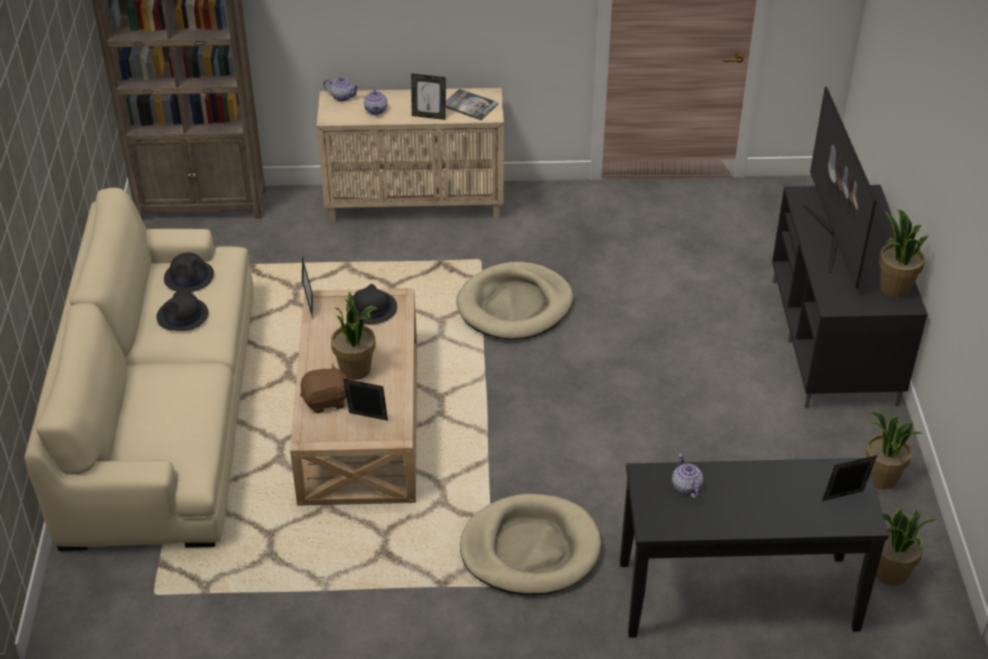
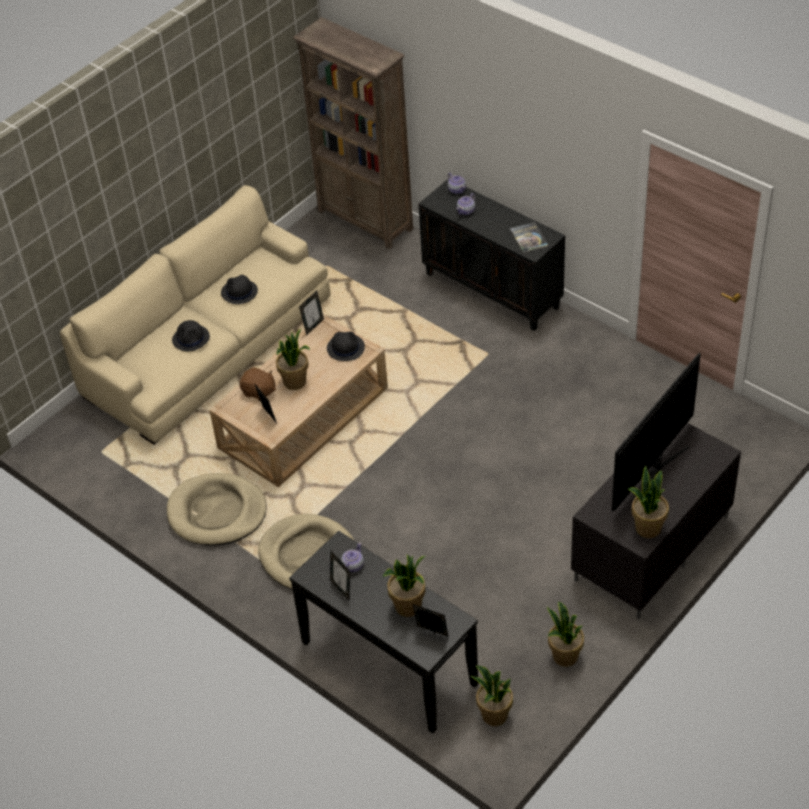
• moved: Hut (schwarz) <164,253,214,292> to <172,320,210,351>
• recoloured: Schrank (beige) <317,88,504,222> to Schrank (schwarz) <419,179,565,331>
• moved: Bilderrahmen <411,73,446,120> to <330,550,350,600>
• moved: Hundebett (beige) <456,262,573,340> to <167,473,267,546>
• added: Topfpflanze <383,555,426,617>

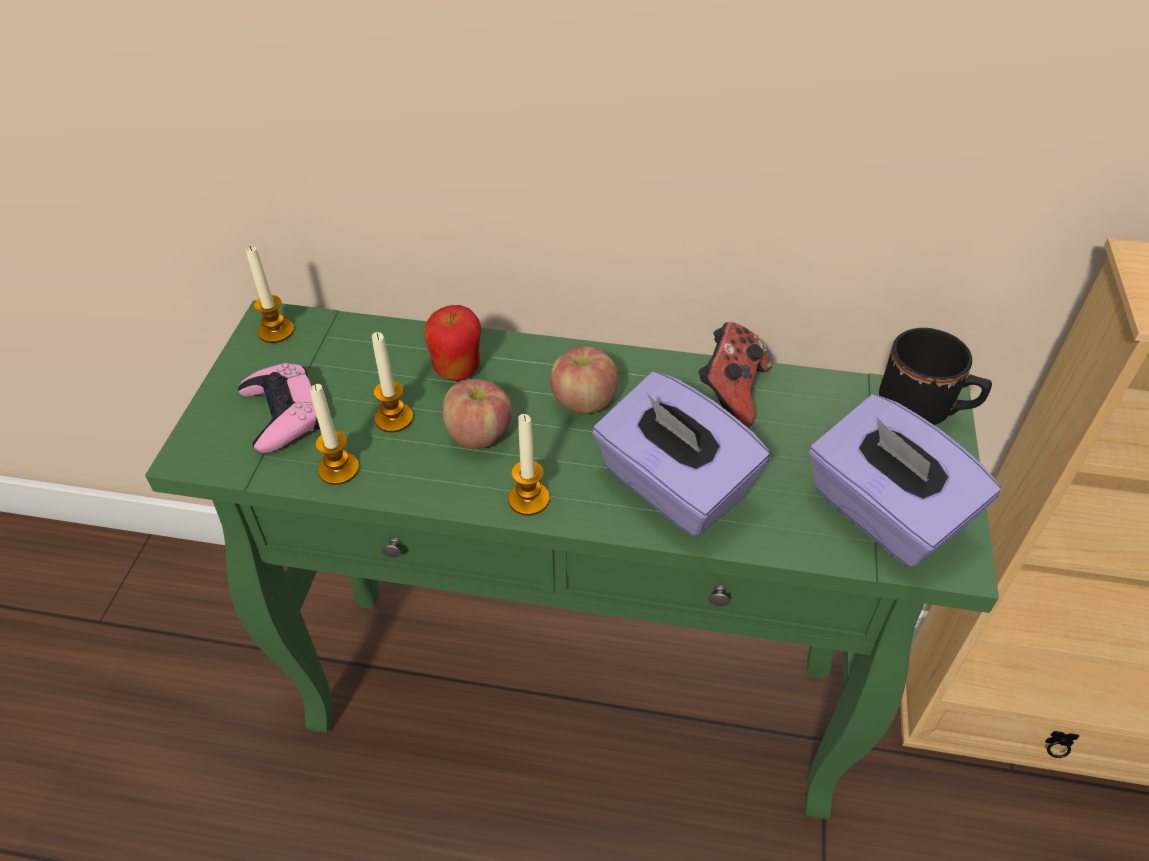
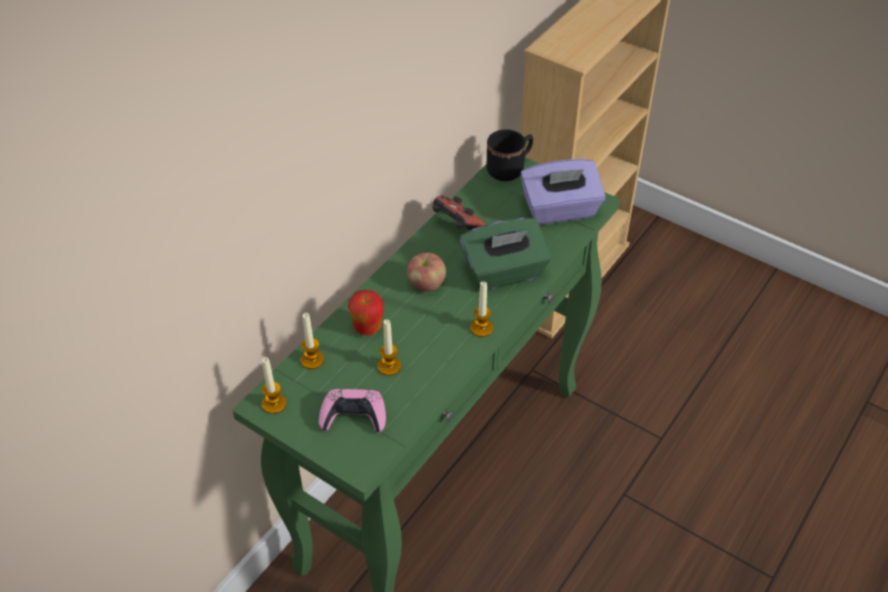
• moved: Kerze <310,384,359,485> to <301,313,324,369>
• removed: Apfel <443,379,512,449>
• recoloured: Taschentuchbox (lila) <593,372,770,536> to Taschentuchbox (grün) <460,218,552,290>

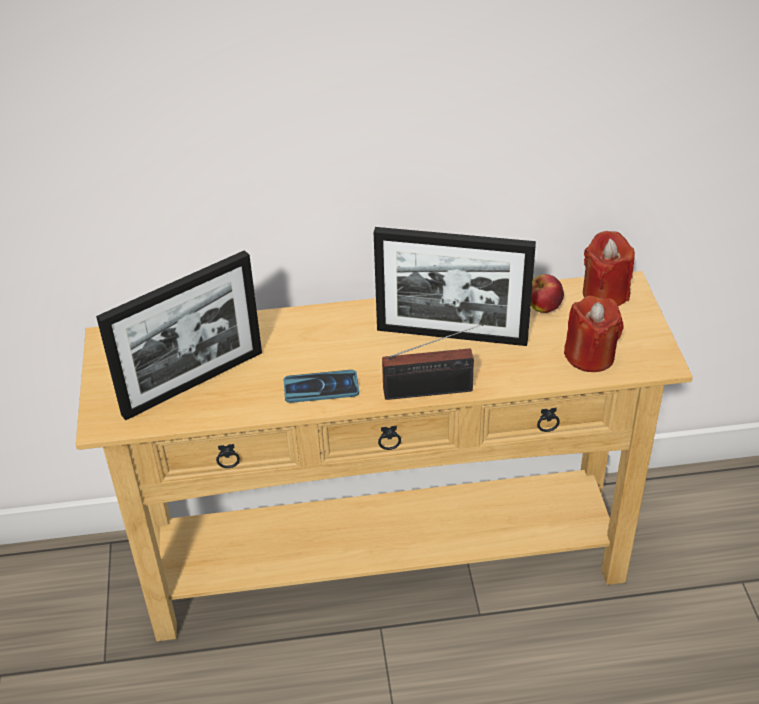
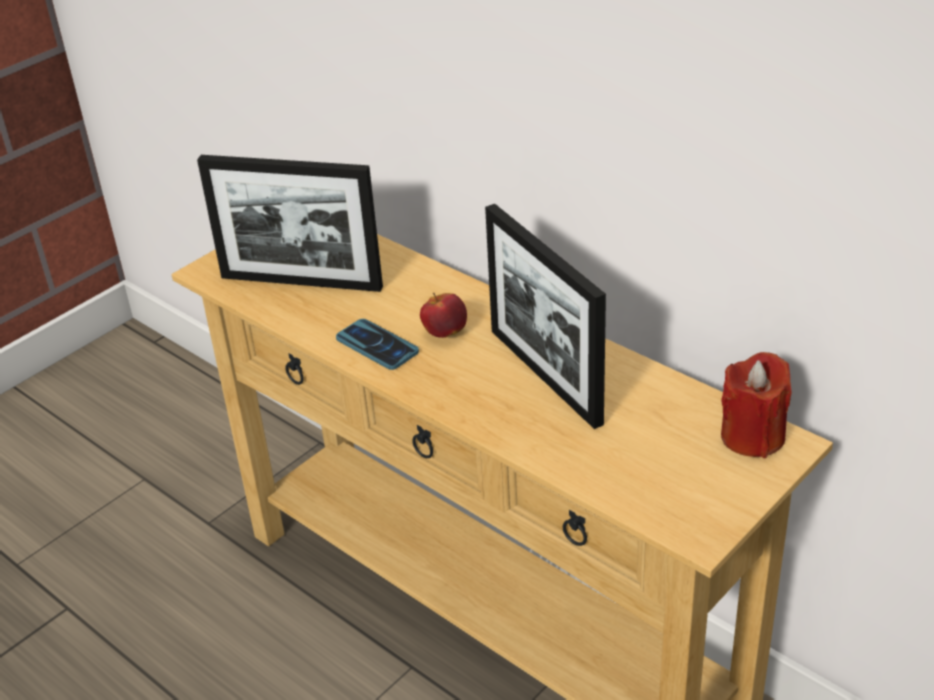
• removed: Radio <382,323,484,400>
• moved: Apfel <531,274,564,313> to <420,293,467,338>
• removed: Kerze (rot) <564,296,623,372>

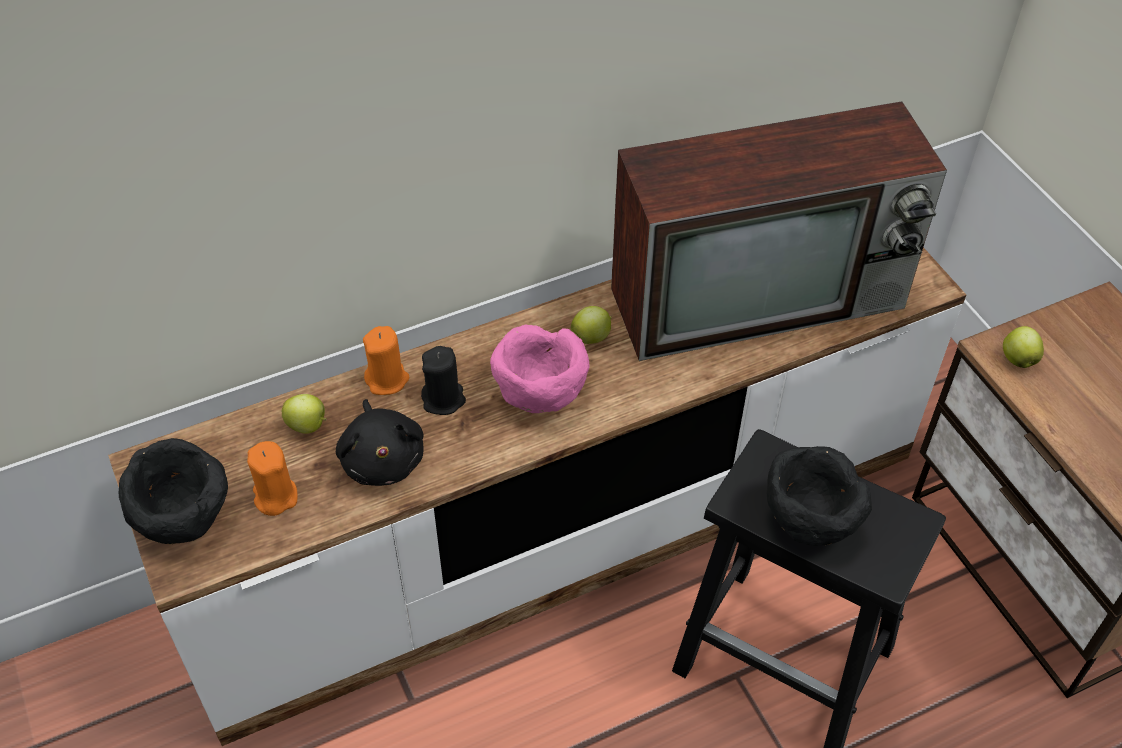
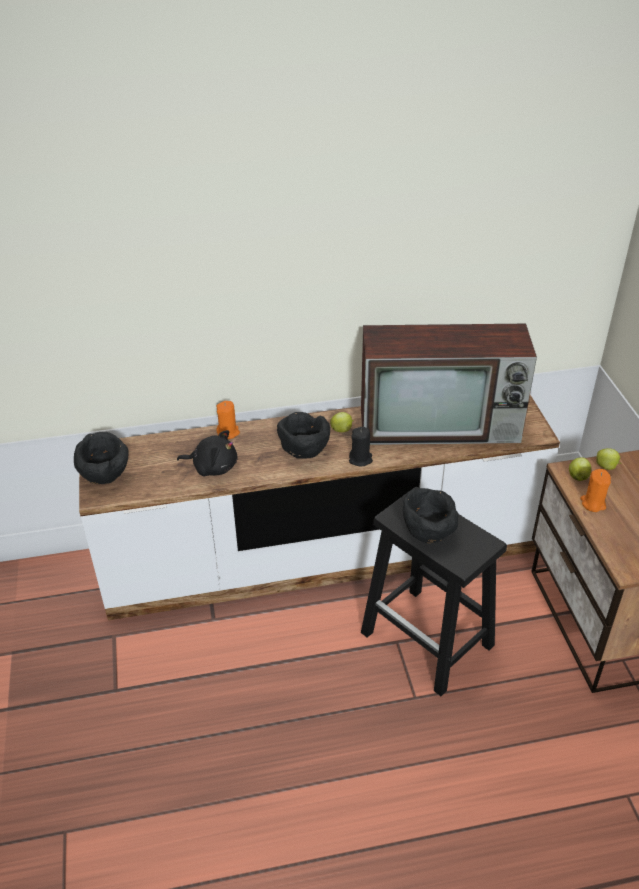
• moved: Kerze (orange) <247,441,297,516> to <580,469,611,512>
• moved: Apfel <282,394,327,434> to <596,448,622,470>
• turned: Plüschtier (schwarz) <336,399,423,486> = <177,430,238,476> 75 degrees counterclockwise
• moved: Kerze (schwarz) <421,346,466,415> to <349,427,373,466>
• recoloured: Schüssel (rosa) <490,324,589,413> to Schüssel (schwarz) <277,412,330,459>

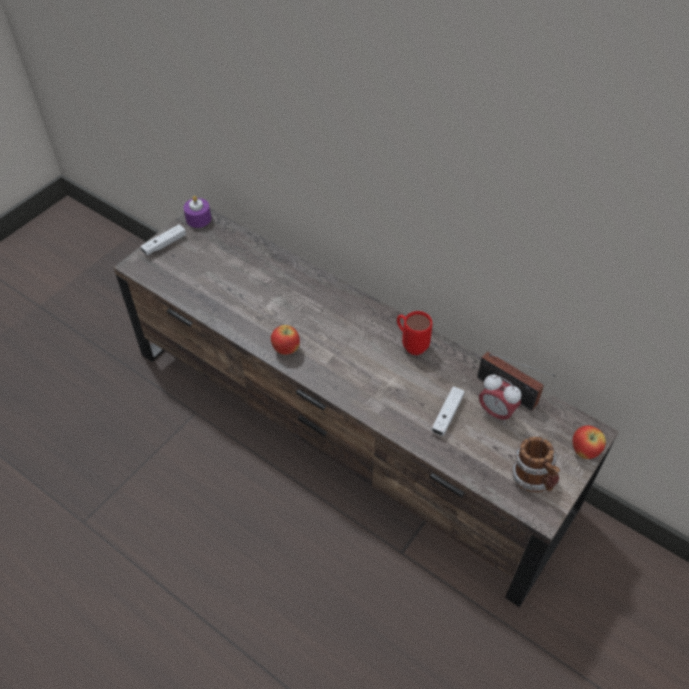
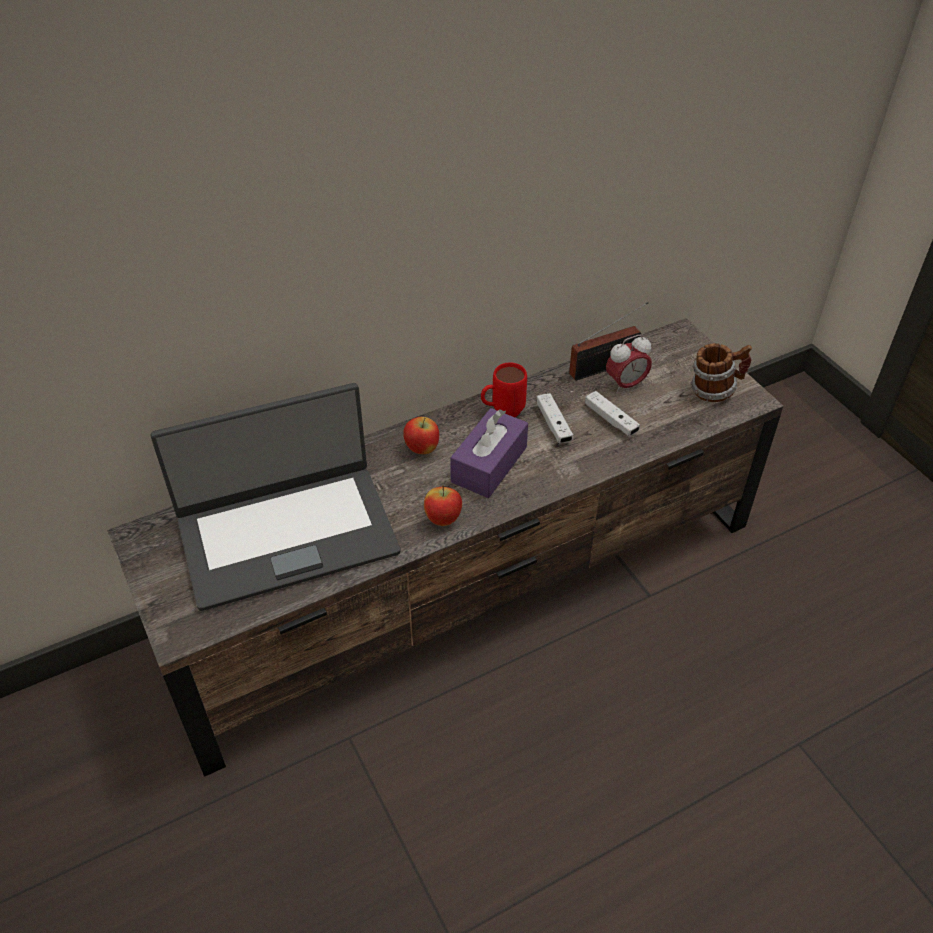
• moved: Gamepad (weiß) <141,224,186,255> to <537,393,573,444>
• removed: Kerze (lila) <183,196,211,228>
• moved: Apfel <573,425,606,459> to <403,417,439,454>
• added: Laptop <151,383,401,611>
• added: Taschentuchbox (lila) <450,408,528,498>

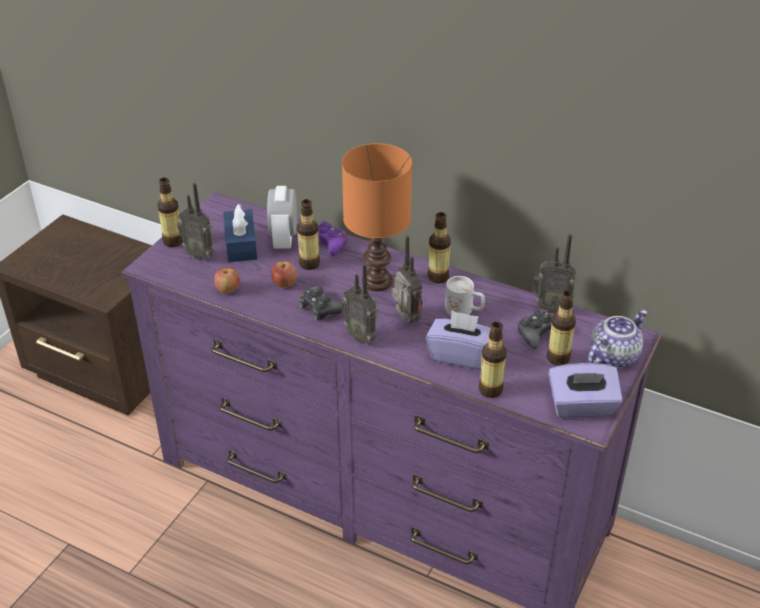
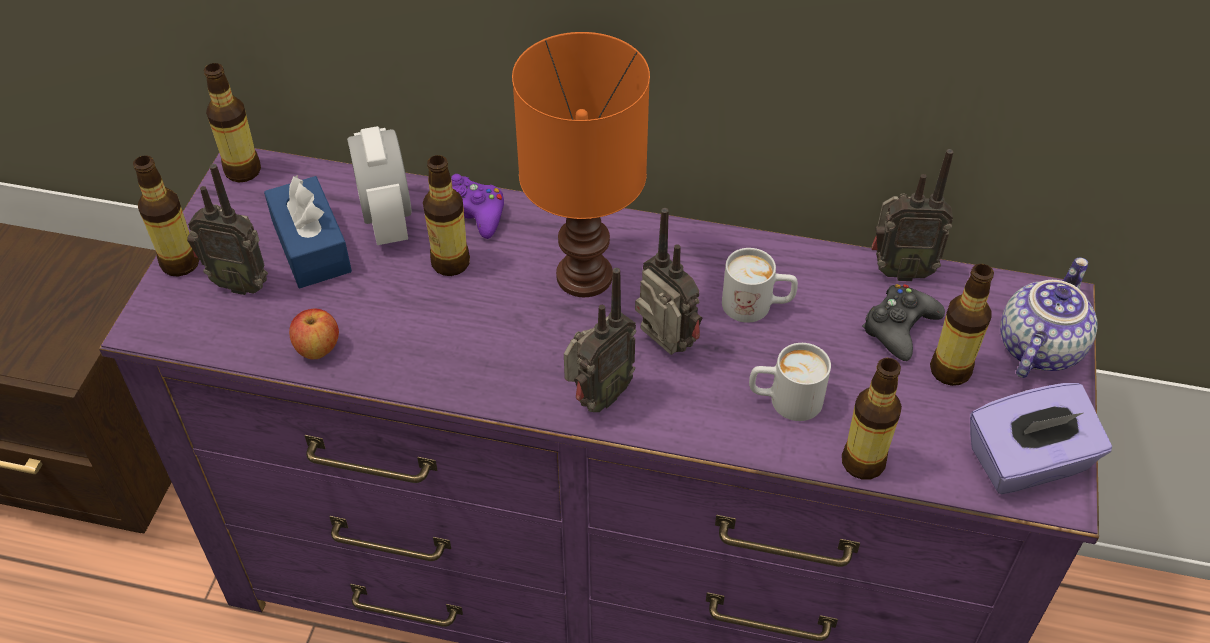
• removed: Apfel <271,261,297,288>
• removed: Gamepad (schwarz) <300,286,343,320>
• turned: Radio <341,263,379,344> = <564,268,636,412> 75 degrees counterclockwise
• replaced: Taschentuchbox (lila) <426,310,491,370> to Henkelbecher (weiß) <749,343,831,421>
• moved: Flasche <428,212,451,284> to <204,63,261,182>

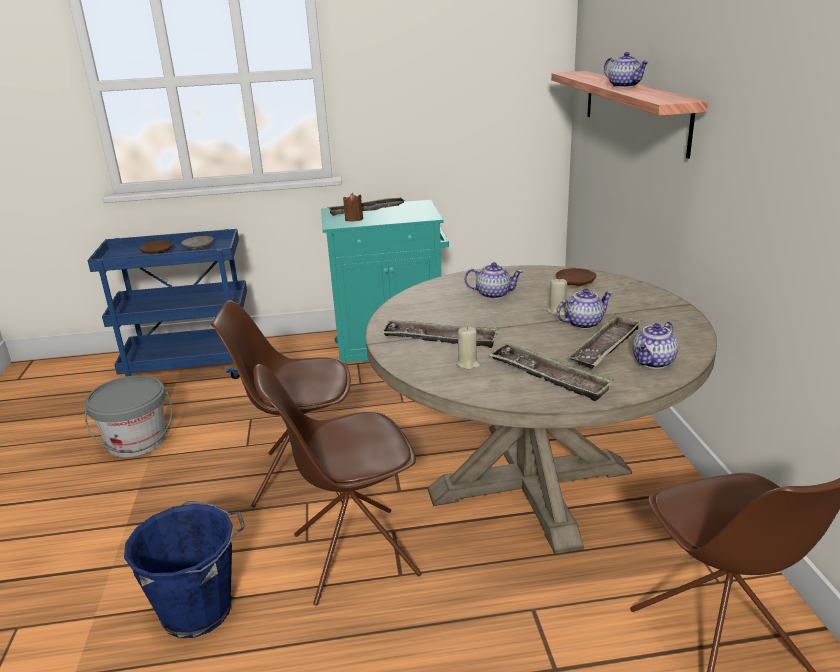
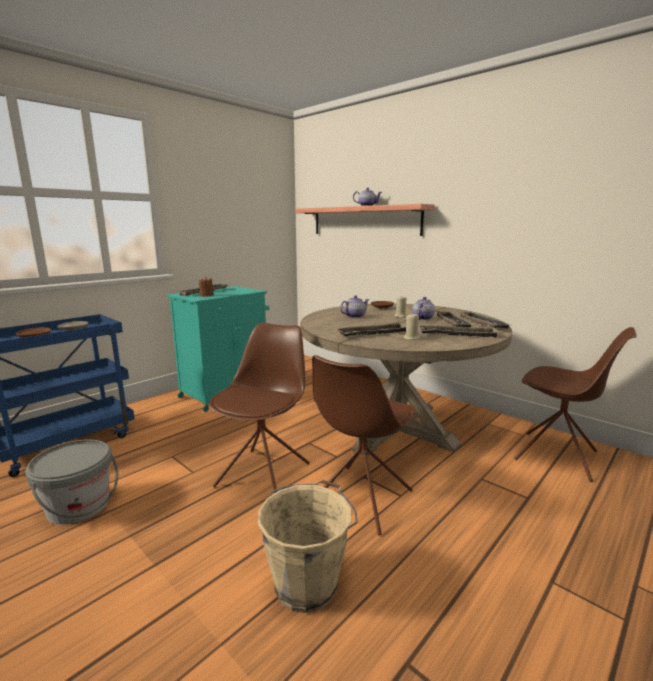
• recoloured: Eimer (blau) <124,501,245,638> to Eimer (beige) <258,480,358,613>
• turned: Stuhl (braun) <211,300,351,507> = <209,322,310,494> 150 degrees clockwise
• replaced: Teekanne <633,322,678,369> to Tablett <458,311,510,328>

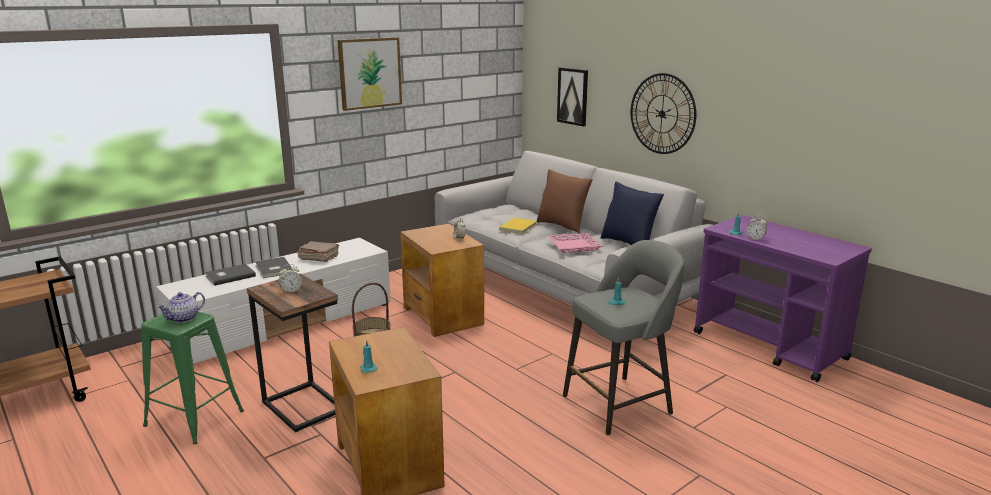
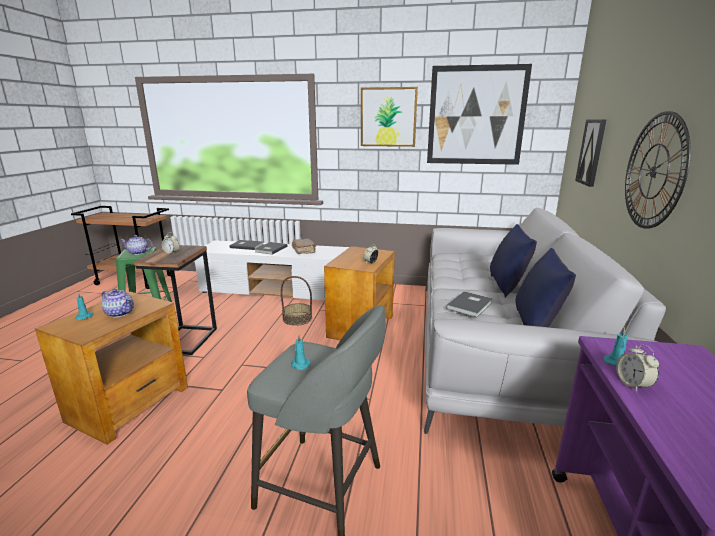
• removed: Buch (gelb) <499,218,537,234>
• recoloured: Kissen (braun) <537,169,593,234> to Kissen (blau) <490,224,537,298>
• replaced: Tablett (rosa) <548,233,602,253> to Buch (grau) <446,291,493,318>
• added: Teekanne <101,289,134,318>
• added: Bild <427,64,532,165>

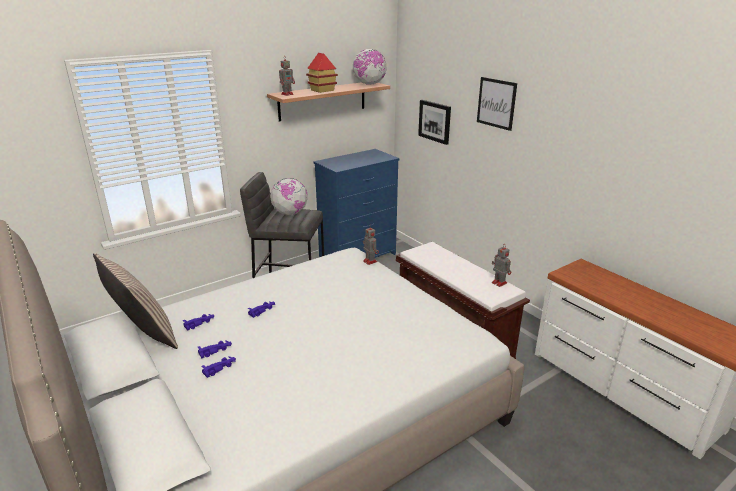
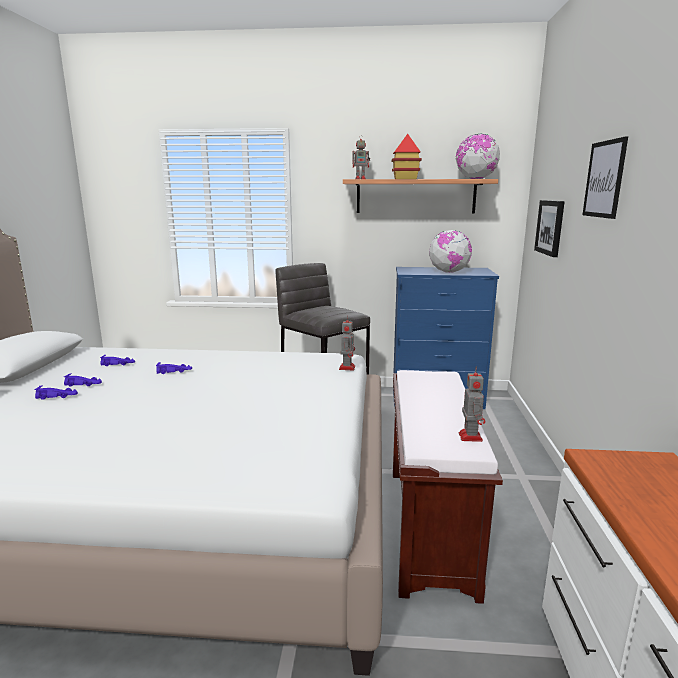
• removed: Kissen <93,253,178,349>
• moved: Globus <270,178,308,215> to <429,230,472,273>

